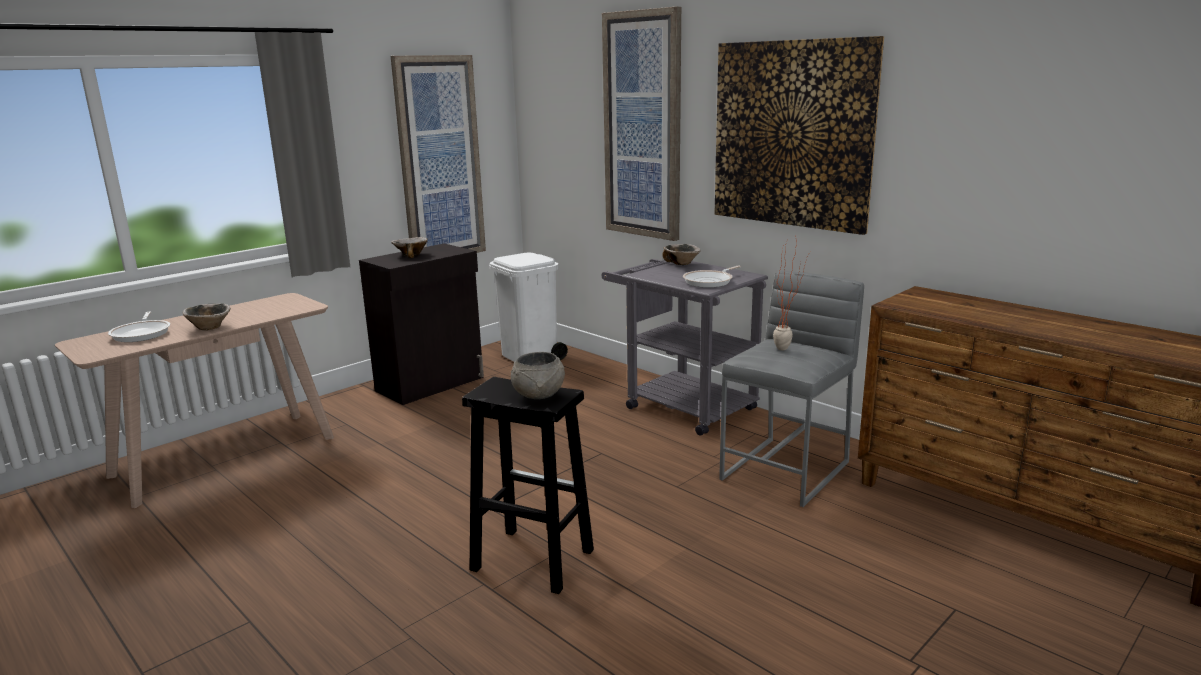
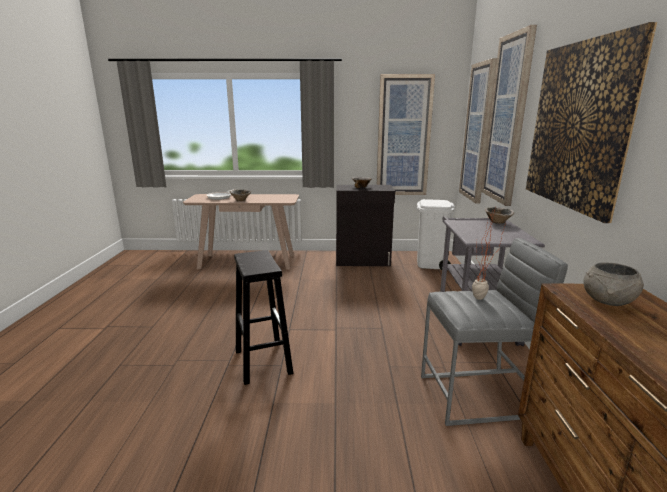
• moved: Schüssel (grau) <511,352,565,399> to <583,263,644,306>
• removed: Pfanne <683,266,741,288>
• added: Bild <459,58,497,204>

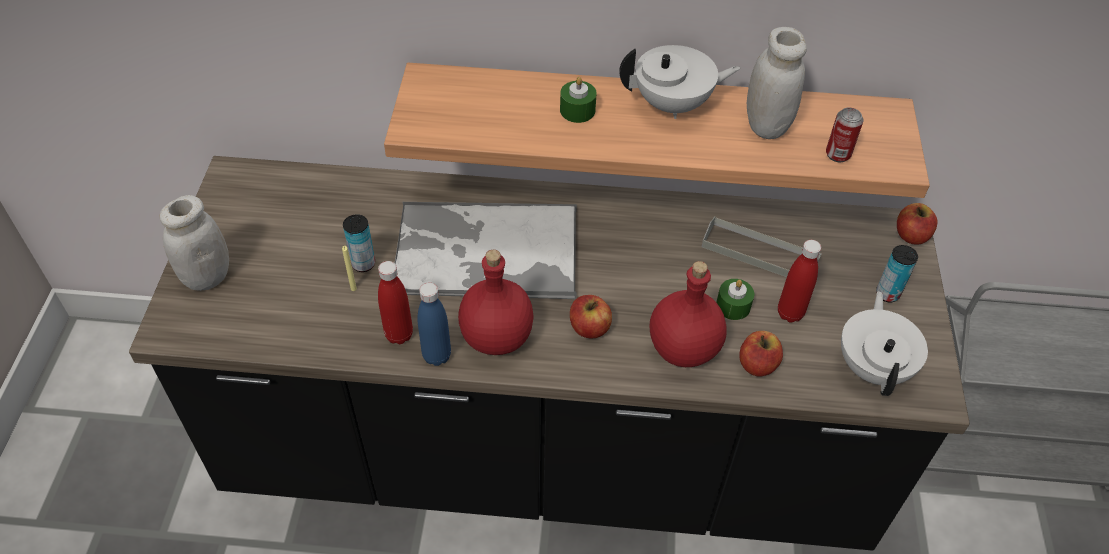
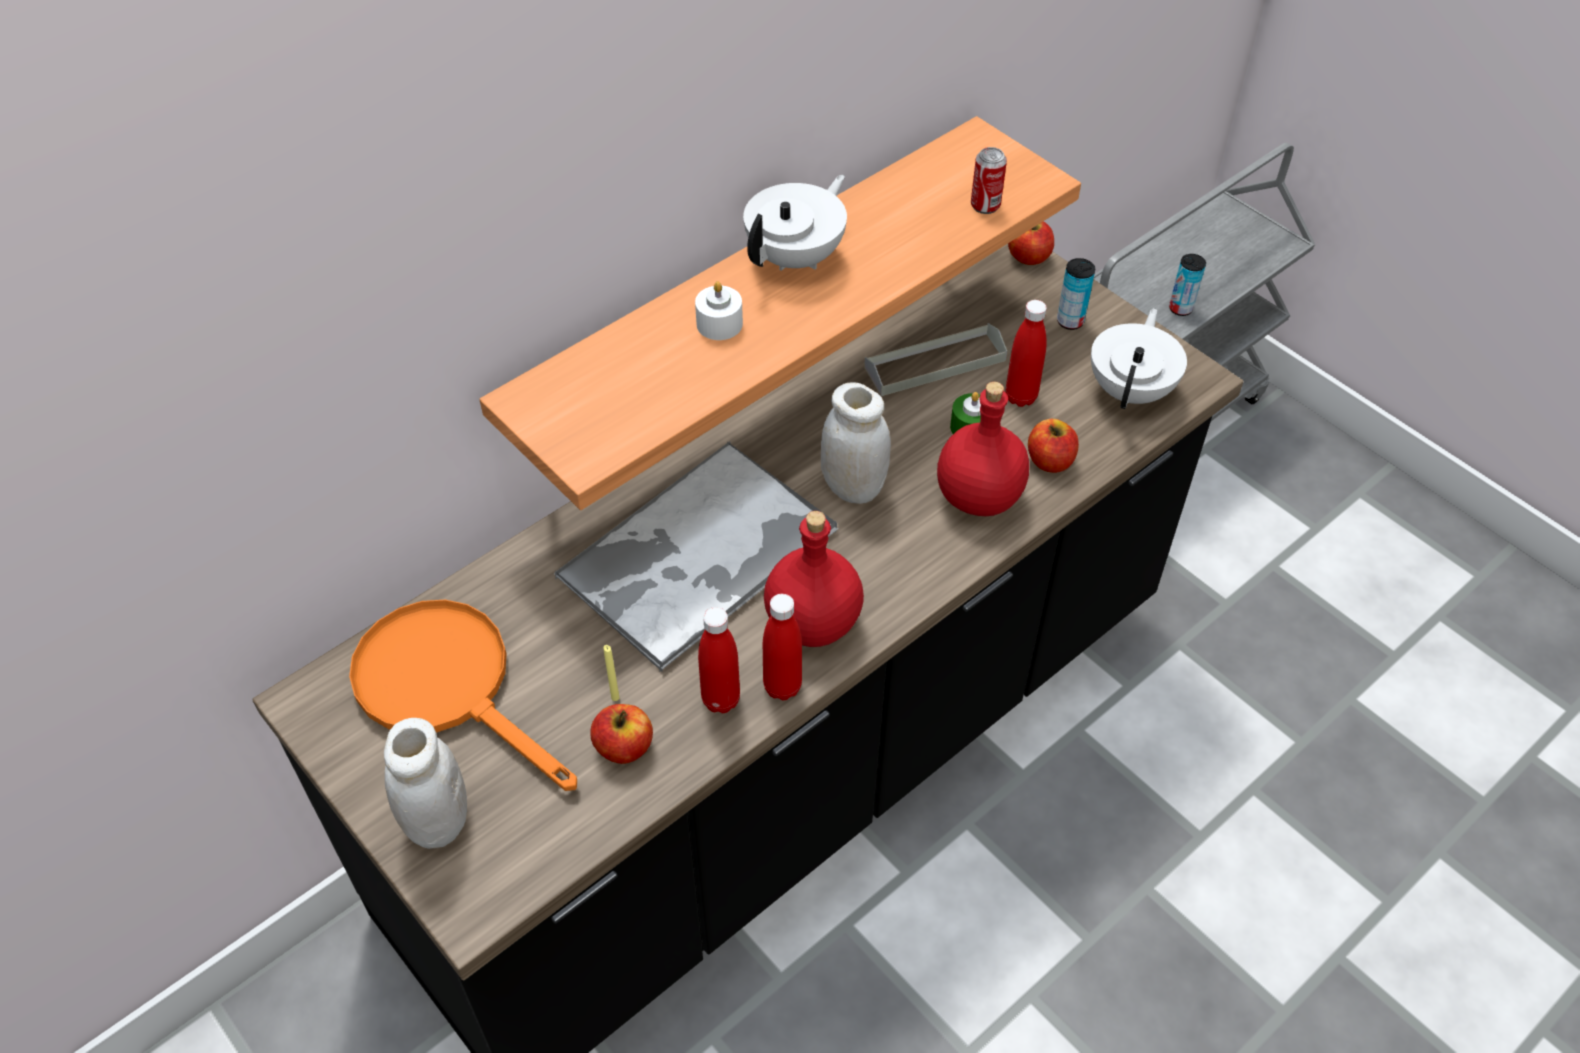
• moved: Dose <343,214,375,272> to <1169,254,1206,316>
• recoloured: Flasche (blau) <417,282,451,366> to Flasche (rot) <763,594,802,700>
• recoloured: Kerze (grün) <560,77,597,123> to Kerze (weiß) <695,282,743,340>
• moved: Apfel <570,295,612,339> to <590,704,653,764>
• moved: Vorratsglas (weiß) <747,27,807,139> to <821,382,891,504>
• turned: Teekanne (weiß) <841,291,928,396> = <1091,308,1187,409> 60 degrees clockwise
• added: Pfanne (orange) <349,600,577,791>

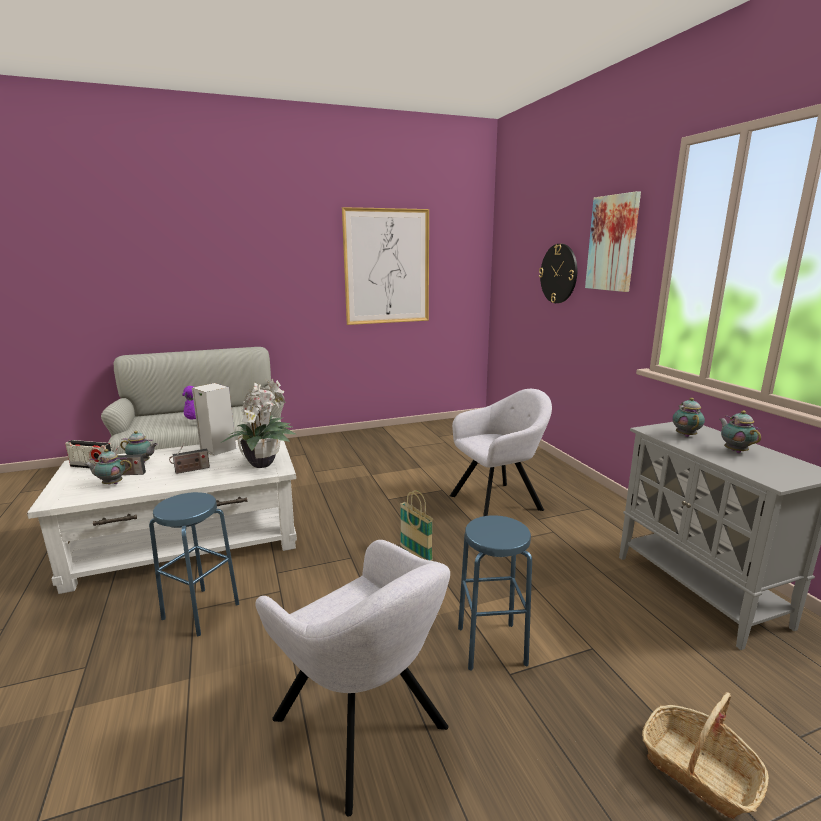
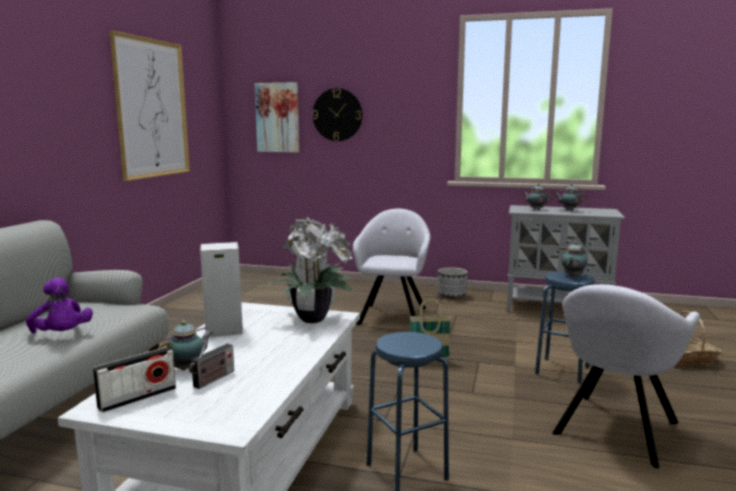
• moved: Teekanne <84,449,132,485> to <561,242,588,276>
• removed: Radio <169,443,210,474>
• turned: Sessel (grau) <255,540,450,817> = <552,284,700,468> 135 degrees clockwise
• moved: Bild <585,191,641,292> to <254,82,299,152>
• added: Pflanzkübel <438,267,468,298>

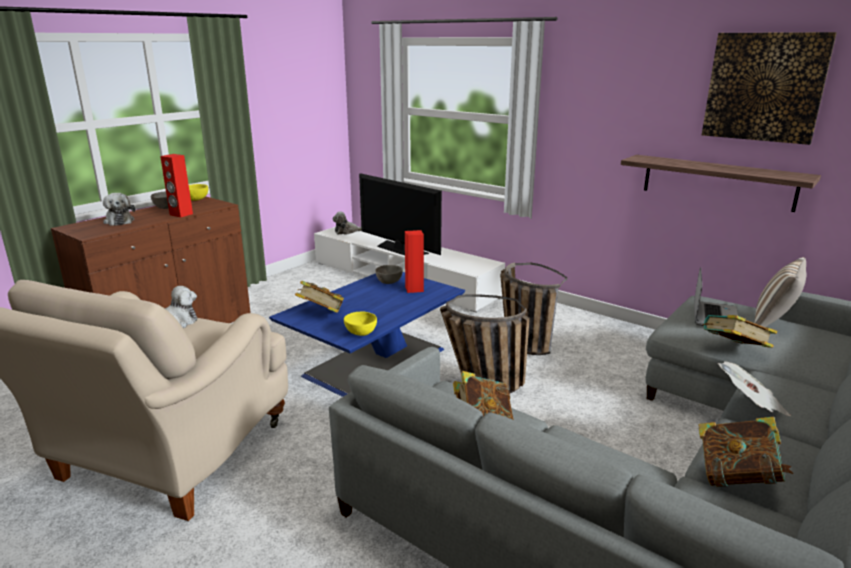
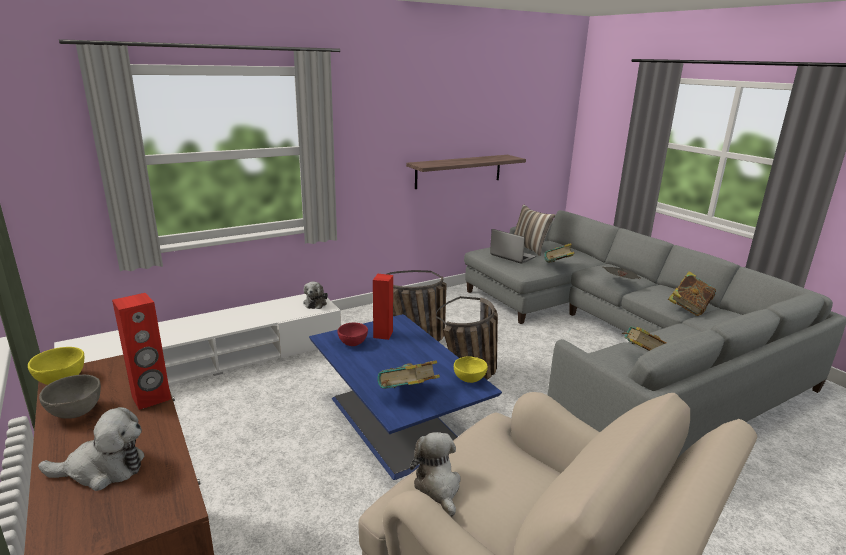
• moved: Plüschtier <332,212,362,235> to <303,282,328,309>
• removed: Fernseher <359,173,442,255>
• recoloured: Schüssel (grau) <376,265,403,284> to Schüssel (rot) <338,323,368,346>
• removed: Bild <702,32,837,145>

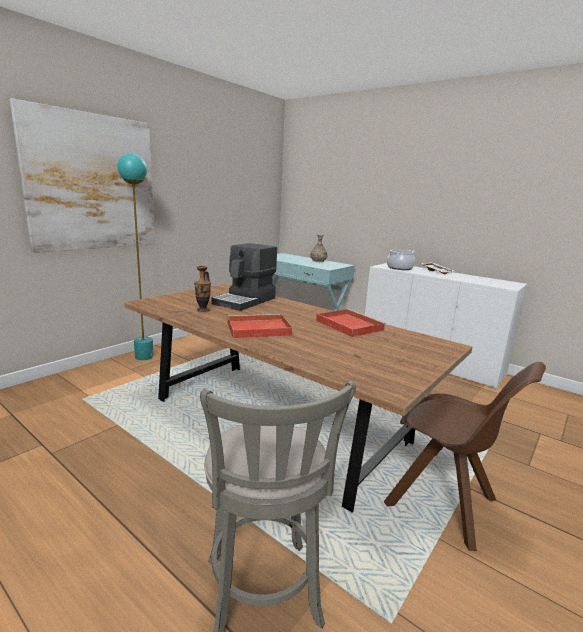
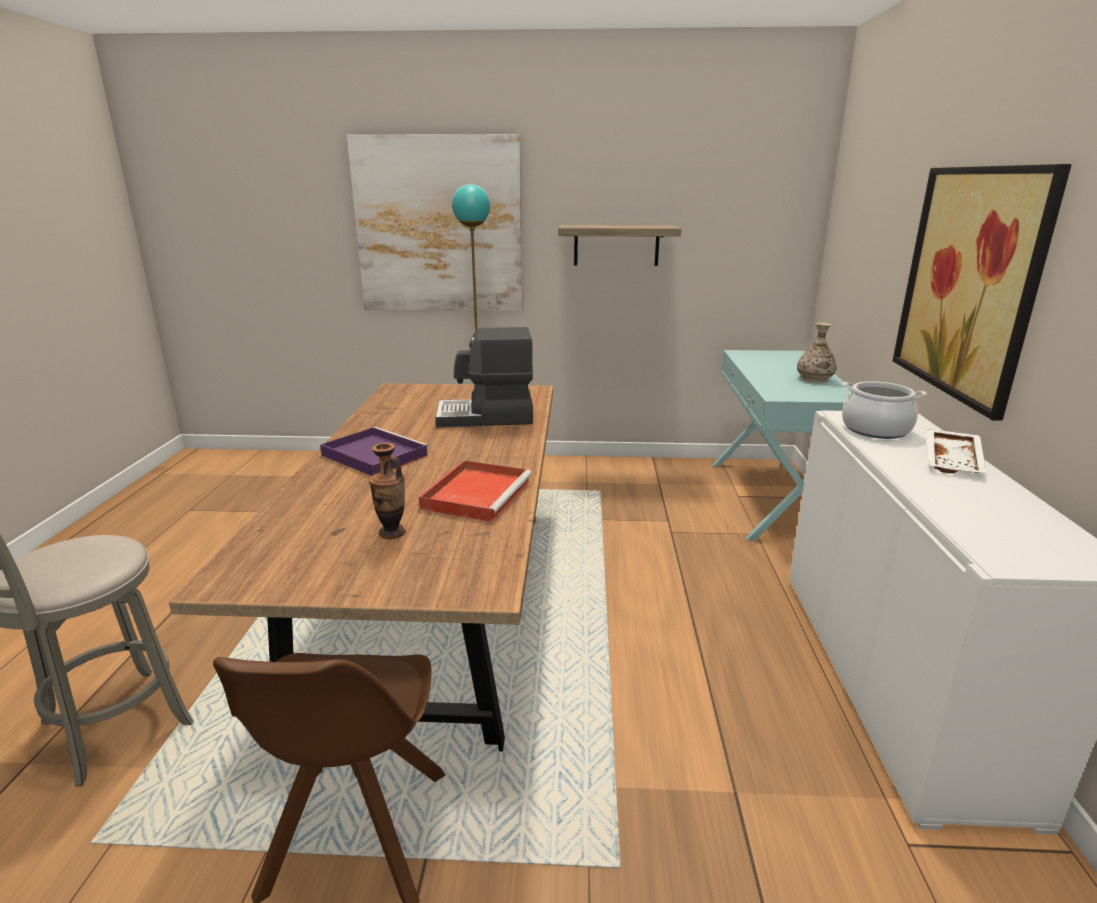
• moved: Vase <194,266,211,312> to <369,443,406,539>
• recoloured: Tablett (rot) <227,314,293,339> to Tablett (lila) <320,427,429,476>
• added: Wandregal <558,225,681,266>
• added: Bild <893,164,1072,421>

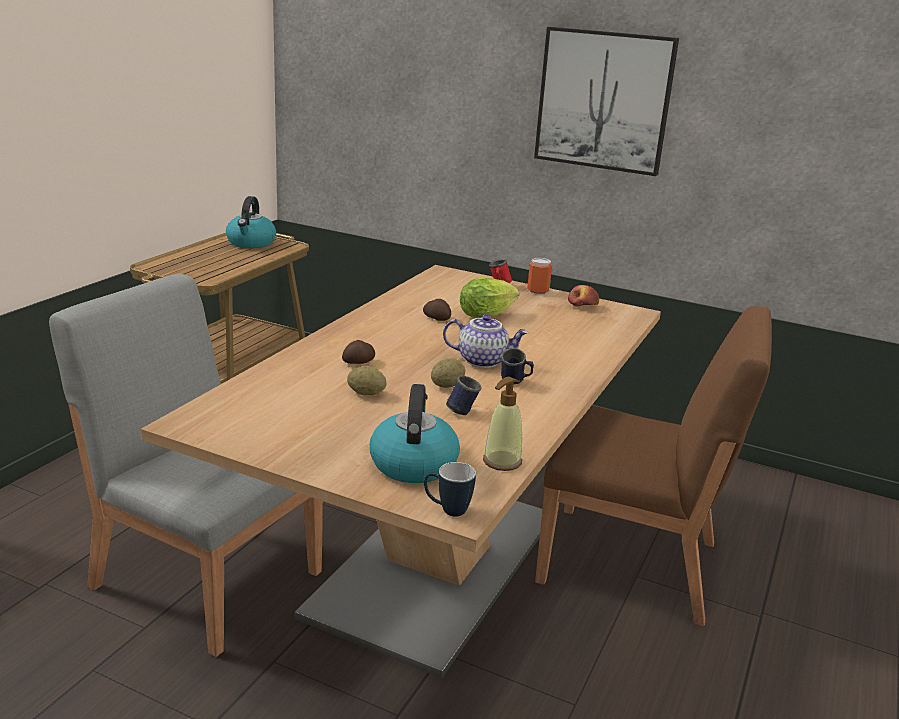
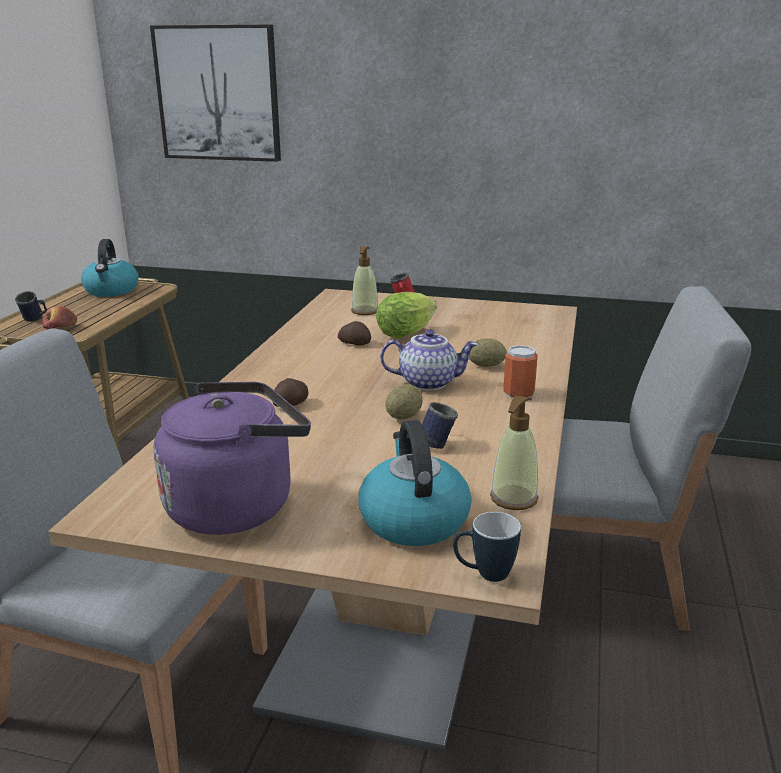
• moved: Kartoffel <347,366,386,395> to <469,338,507,367>
• moved: Henkelbecher (blau) <501,348,534,385> to <15,291,47,322>
• moved: Dose <527,258,552,295> to <503,345,538,398>
• moved: Bild <534,27,679,176> to <150,25,281,162>
• recoloured: Stuhl (braun) <535,306,772,626> to Stuhl (grau) <551,286,751,631>
• moved: Apfel <568,285,599,307> to <42,306,77,330>
• added: Wasserkessel (lila) <153,382,311,535>
• added: Seifenspender <351,246,378,315>

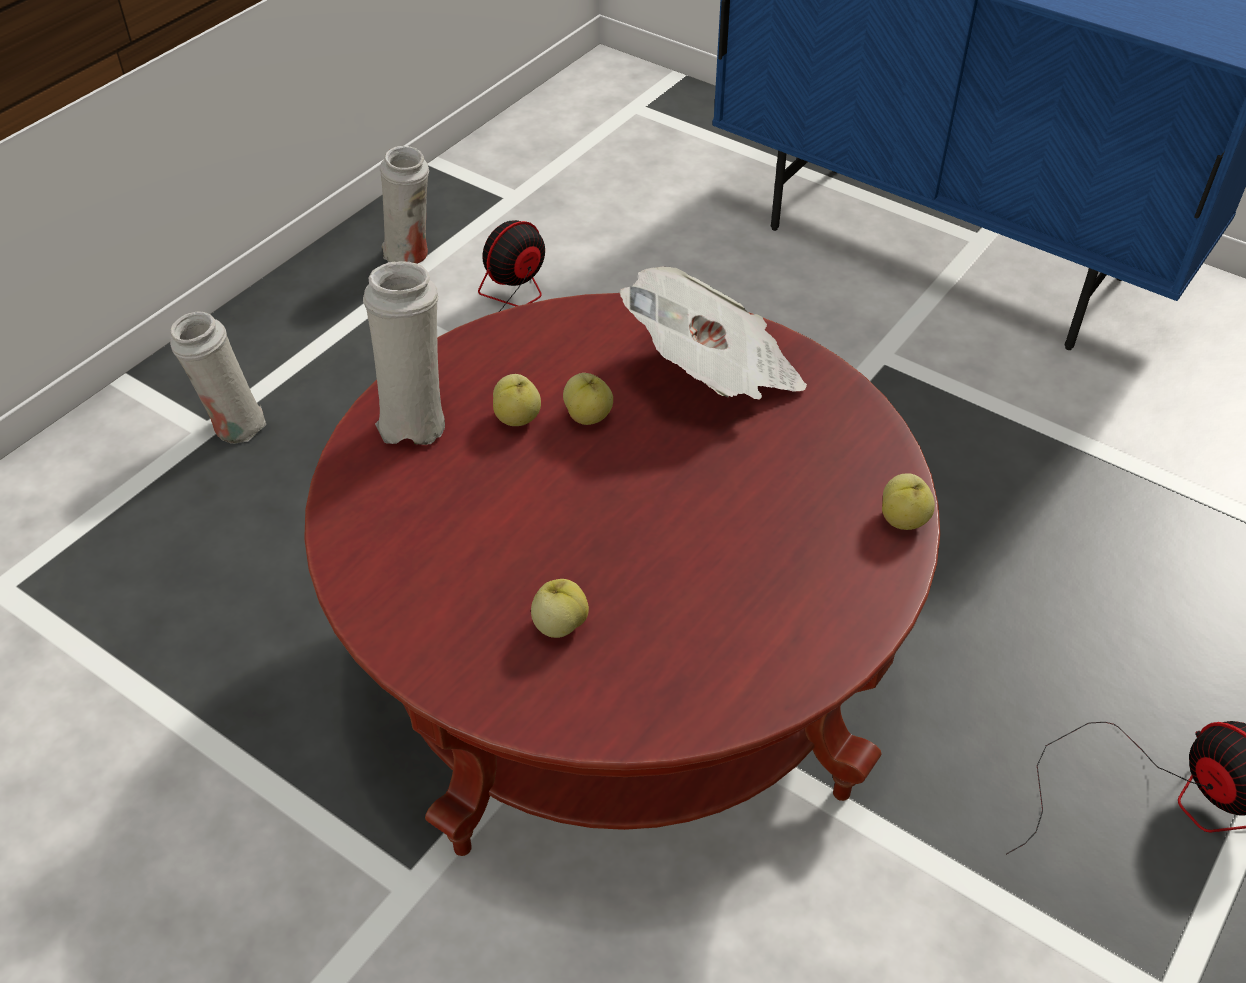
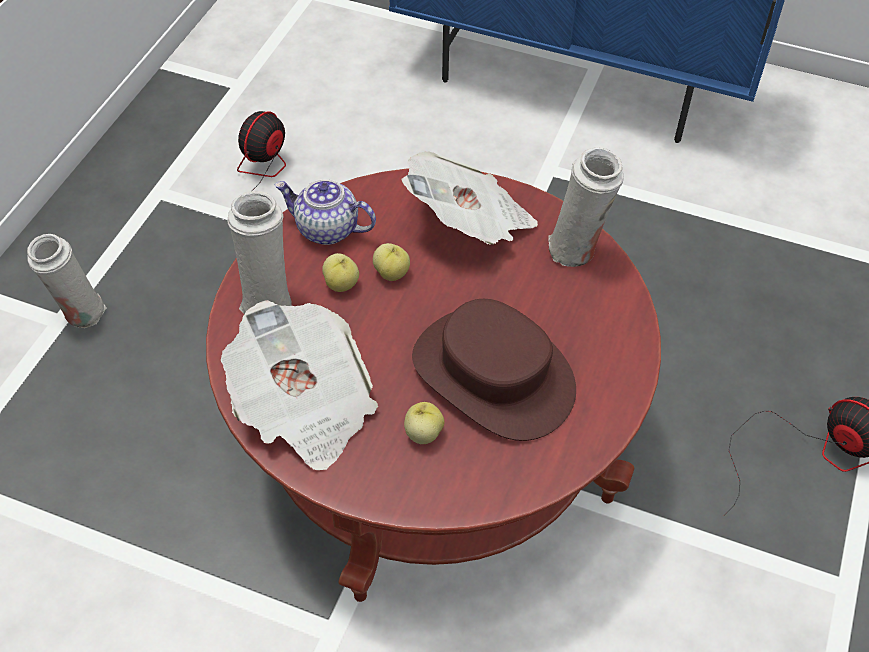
• moved: Vase (weiß) <380,146,429,264> to <548,147,624,267>
• removed: Apfel <882,473,935,530>
• added: Zeitung <221,300,378,470>
• added: Teekanne <275,179,376,245>
• added: Hut (braun) <412,299,576,441>

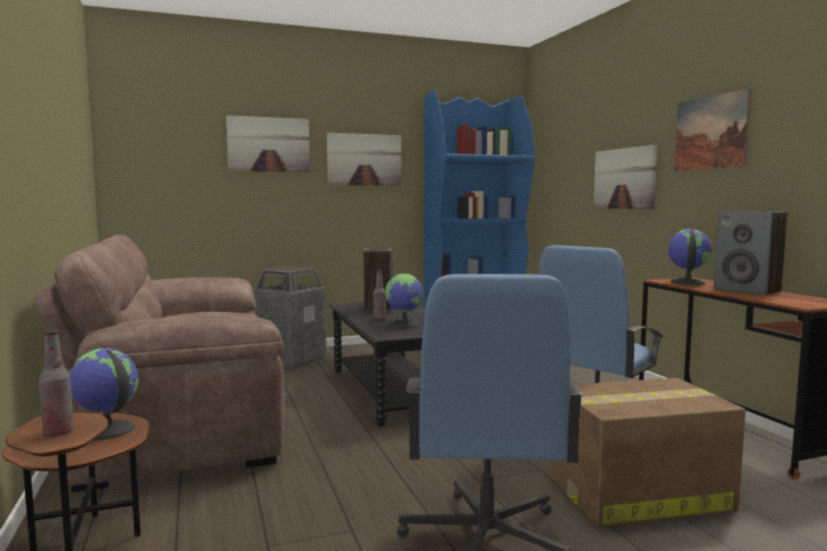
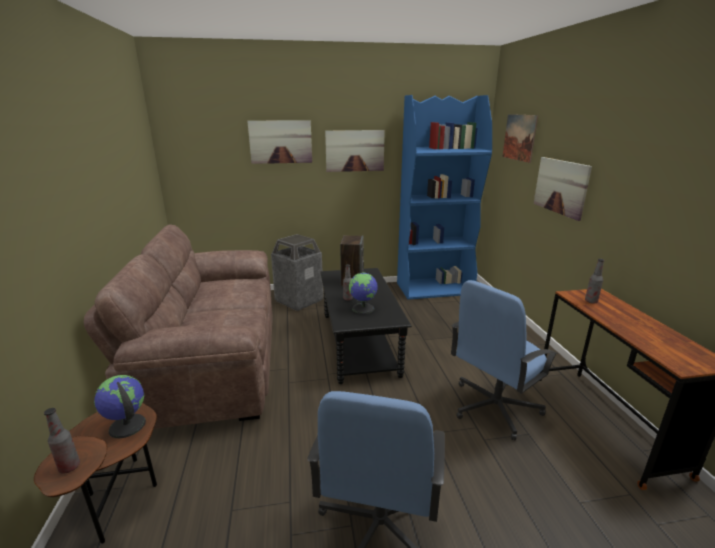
• removed: Karton <551,378,746,528>
• replaced: Globus <668,229,712,285> to Flasche <585,259,605,304>
• moved: Bild <674,89,751,171> to <503,114,538,163>
• removed: Lautsprecher <714,211,788,295>

